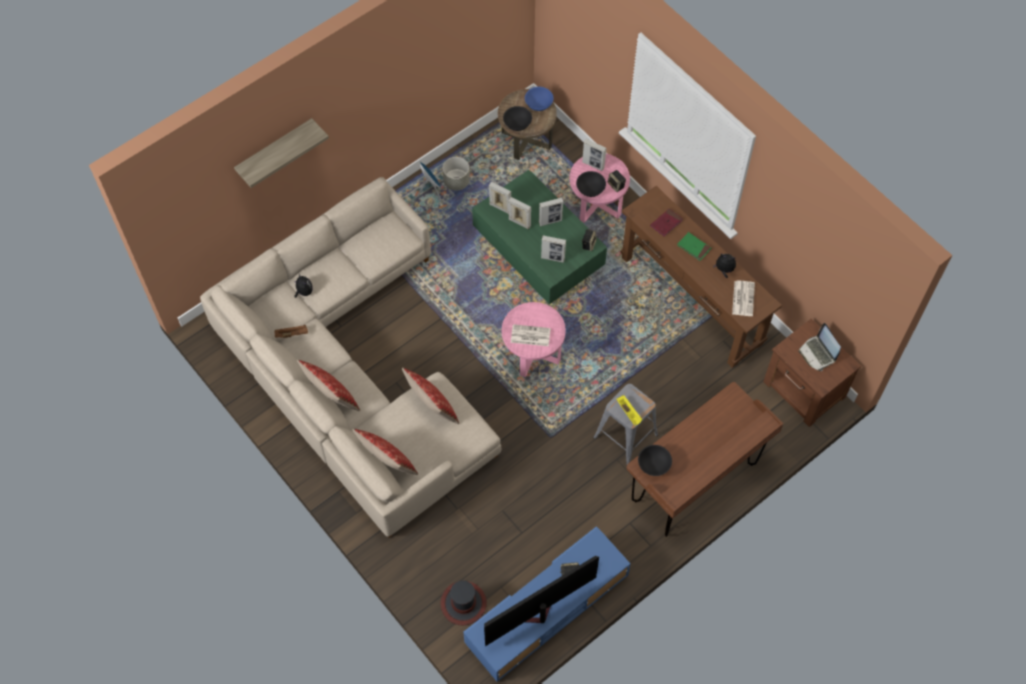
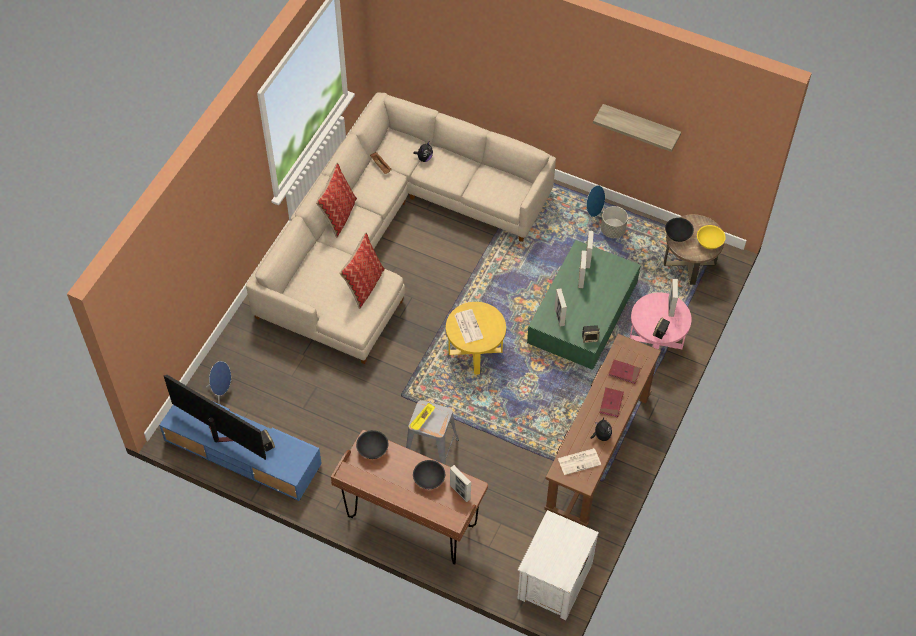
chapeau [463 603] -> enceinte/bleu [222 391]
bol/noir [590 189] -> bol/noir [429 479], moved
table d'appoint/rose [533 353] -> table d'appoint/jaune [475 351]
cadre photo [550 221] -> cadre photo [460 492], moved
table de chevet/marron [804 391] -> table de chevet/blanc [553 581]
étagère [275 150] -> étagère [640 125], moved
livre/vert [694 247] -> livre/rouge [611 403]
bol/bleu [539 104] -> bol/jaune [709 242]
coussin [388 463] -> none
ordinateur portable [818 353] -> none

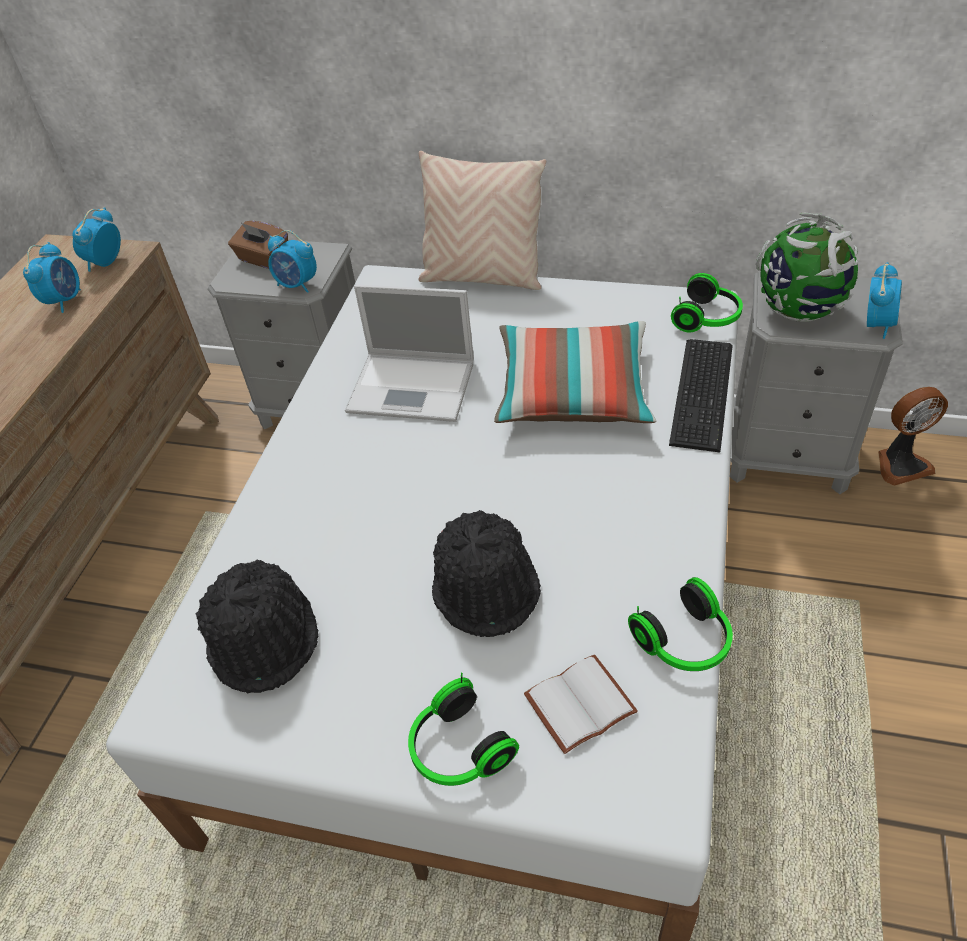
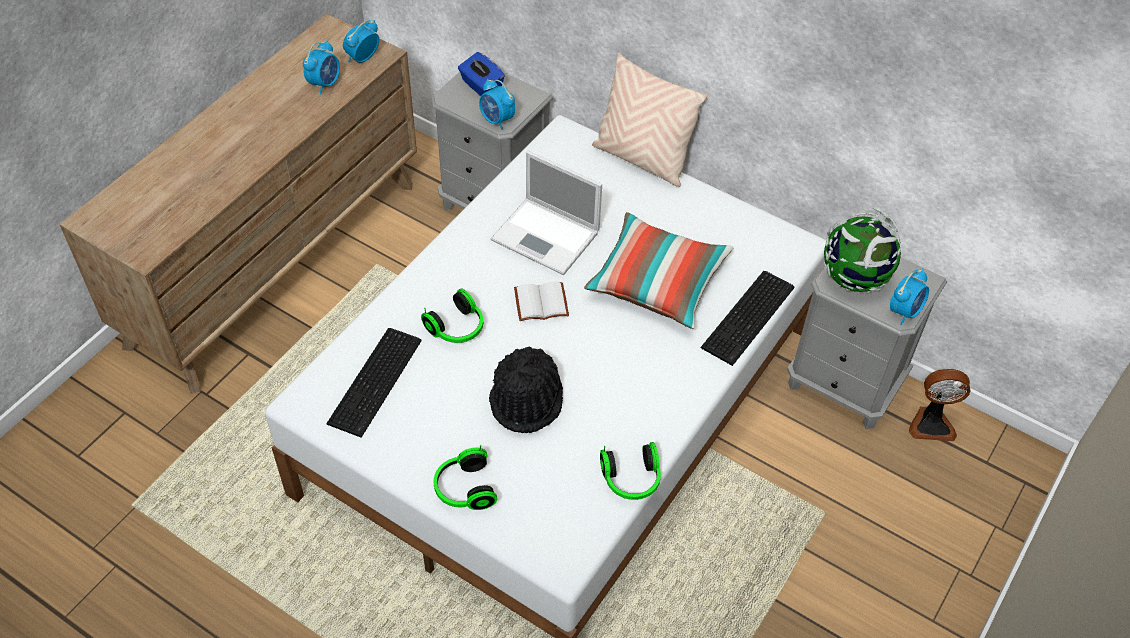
chapeau/noir [265 638] -> clavier [378 381]
casque audio [708 318] -> casque audio [457 328], moved
boîte à mouchoirs/marron [263 259] -> boîte à mouchoirs/bleu [481 86]
livre/blanc [579 701] -> livre/blanc [542 301], moved

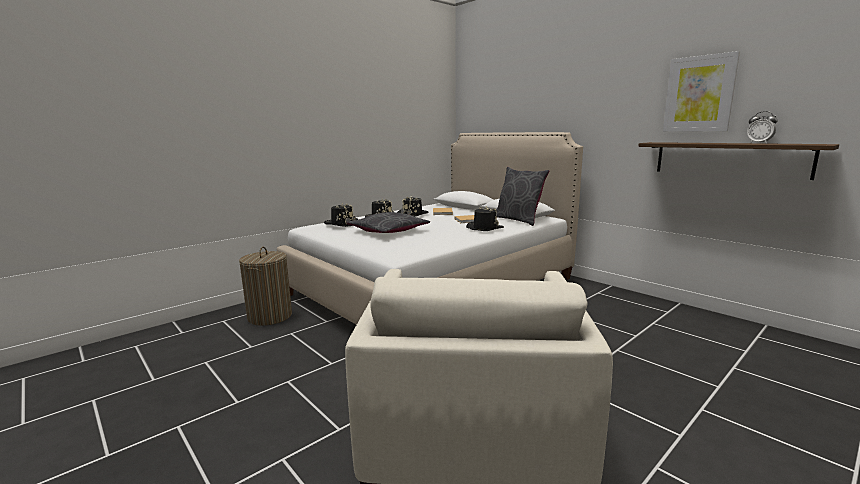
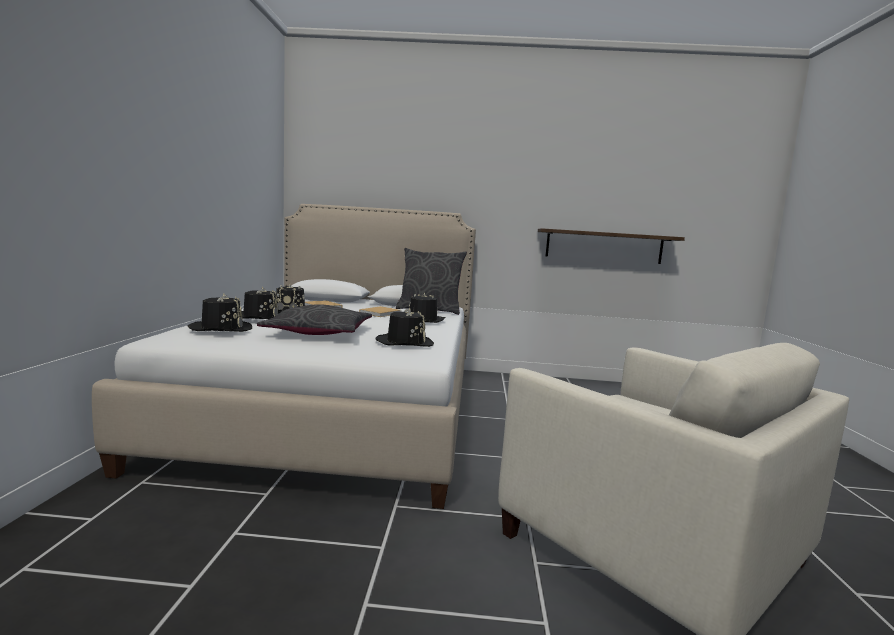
none -> chapeau/noir [405 342]
panier à linge [270 316] -> none
tableau [699 94] -> none
réveil [759 143] -> none

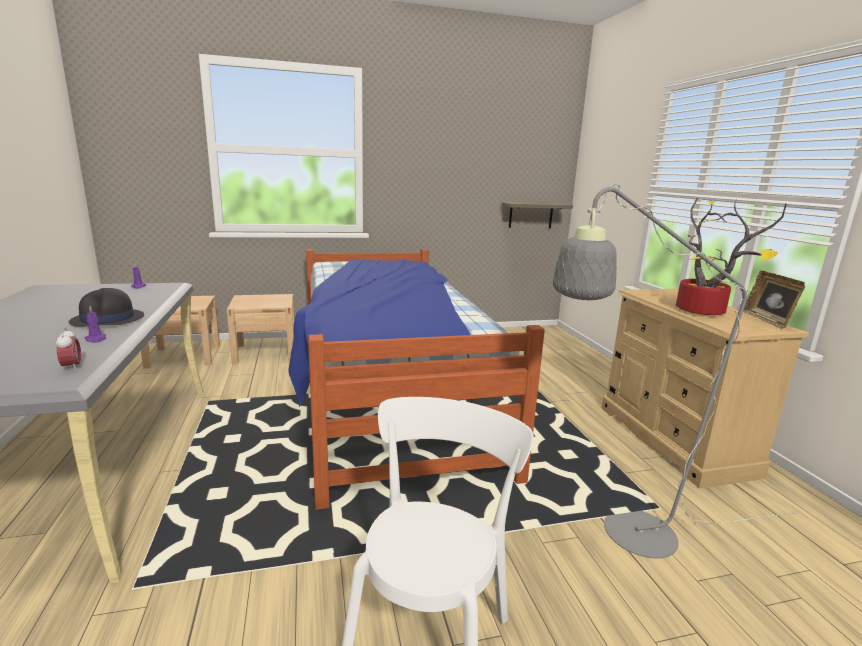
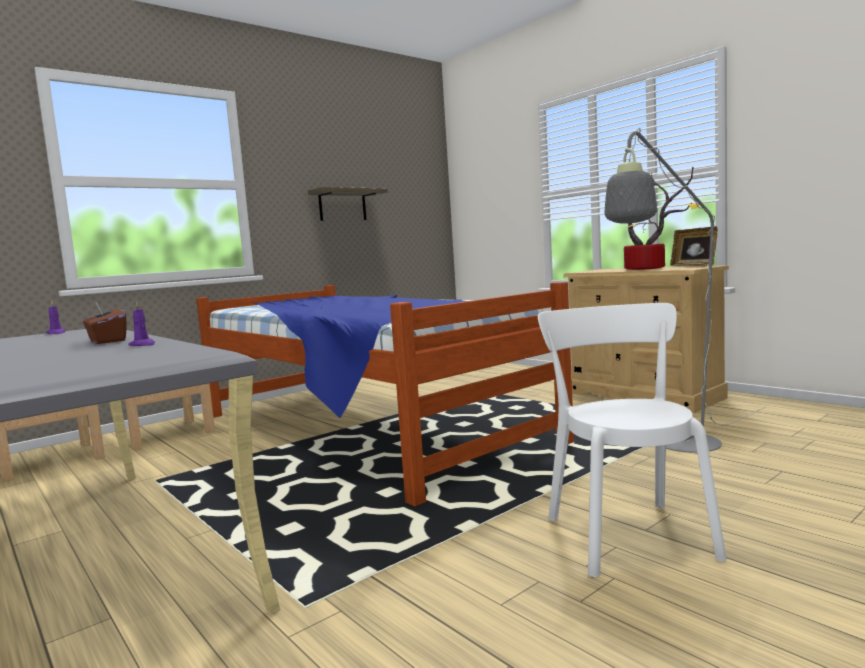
chapeau/noir [108 319] -> boîte à mouchoirs/marron [106 341]
étagère [530 215] -> étagère [342 205], moved
réveil [72 367] -> none

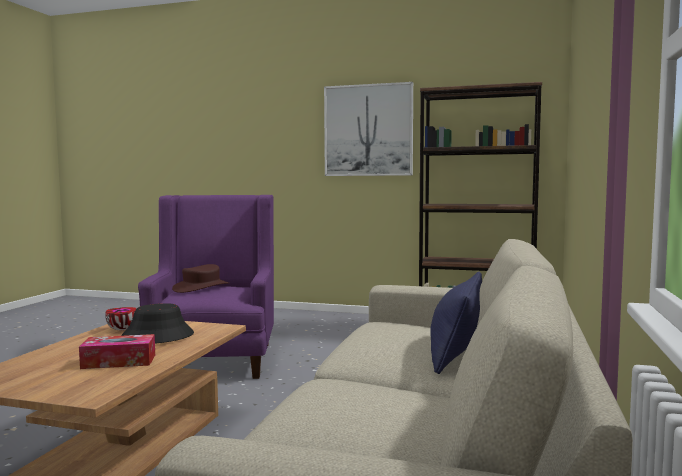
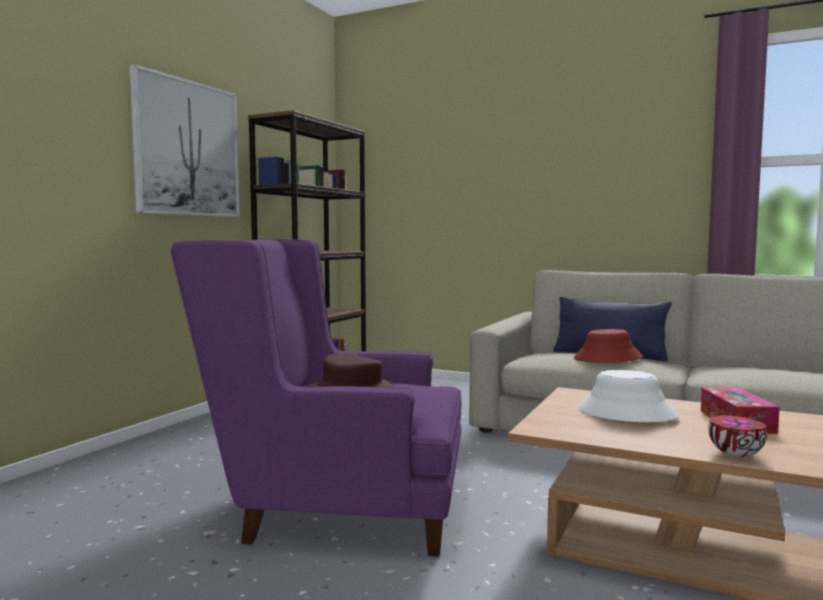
none -> chapeau/rouge [608 358]
chapeau/noir [157 337] -> chapeau/blanc [626 413]
bol [123 329] -> bol [736 454], moved

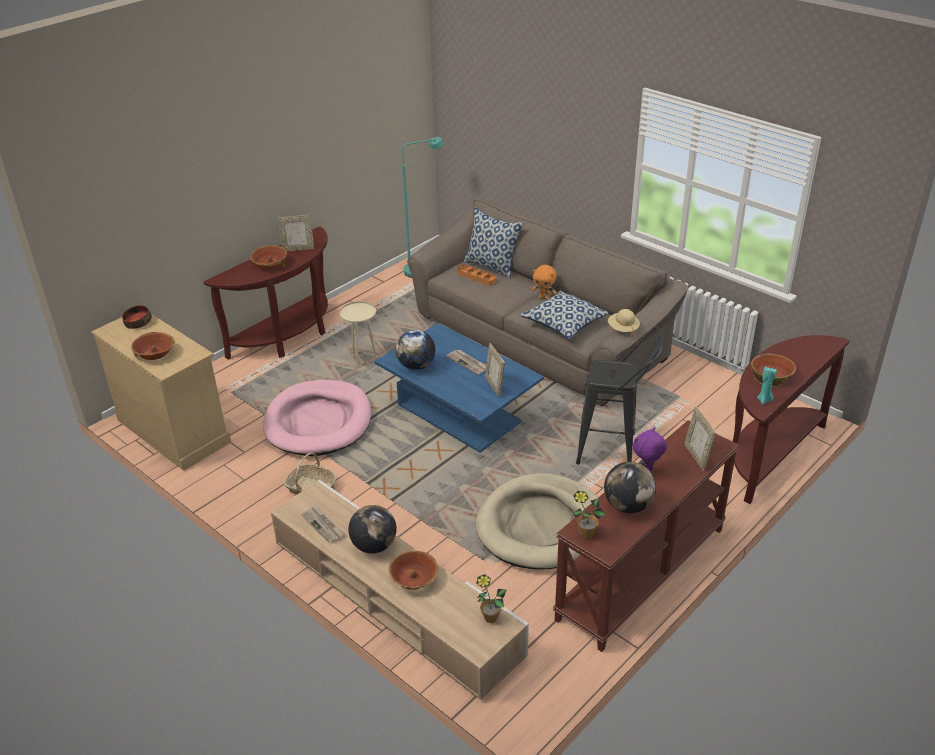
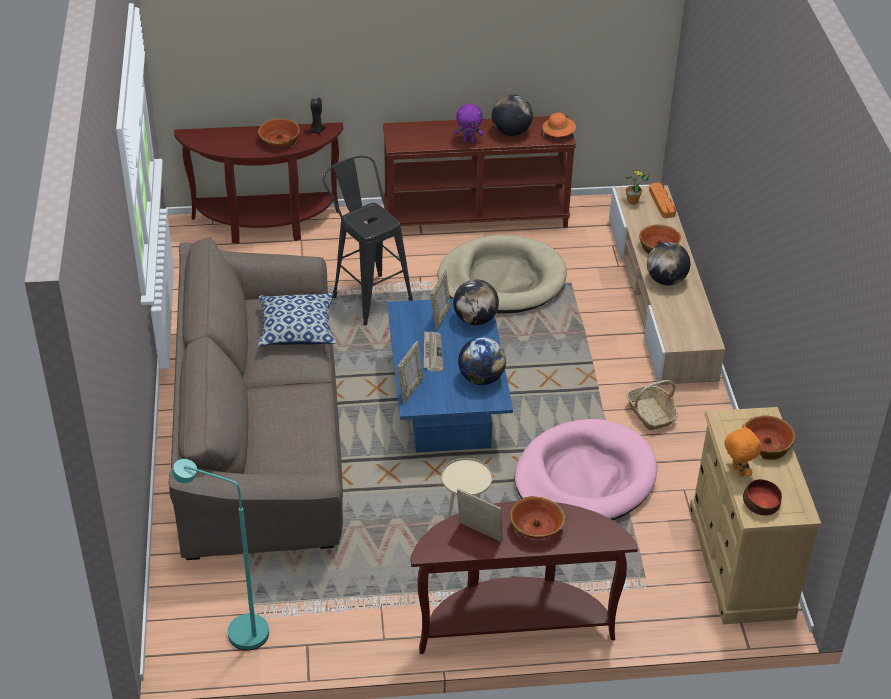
bougie/turquoise [764 400] -> bougie/noir [317 131]
cadre photo [696 457] -> cadre photo [410 390], moved
none -> globe [475 319]
plante en pot [586 534] -> chapeau/orange [558 134]
plateau/orange [476 277] -> plateau/orange [662 202], moved
peluche/orange [544 298] -> peluche/orange [737 471], moved
journal [323 525] -> none
coussin [492 266] -> none
chapeau/beige [623 329] -> none

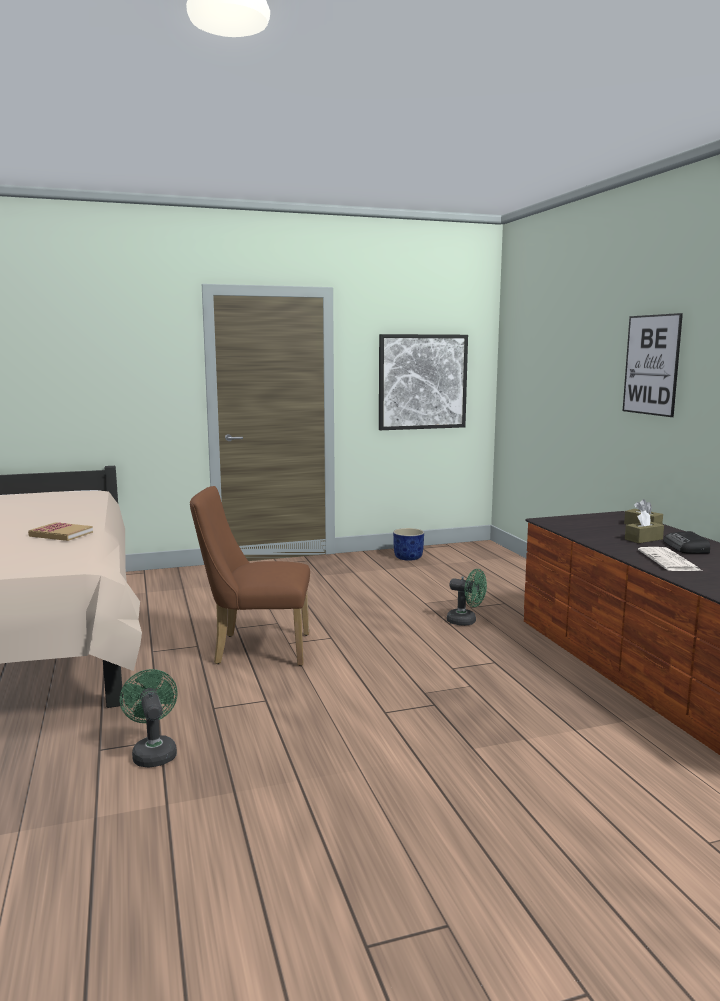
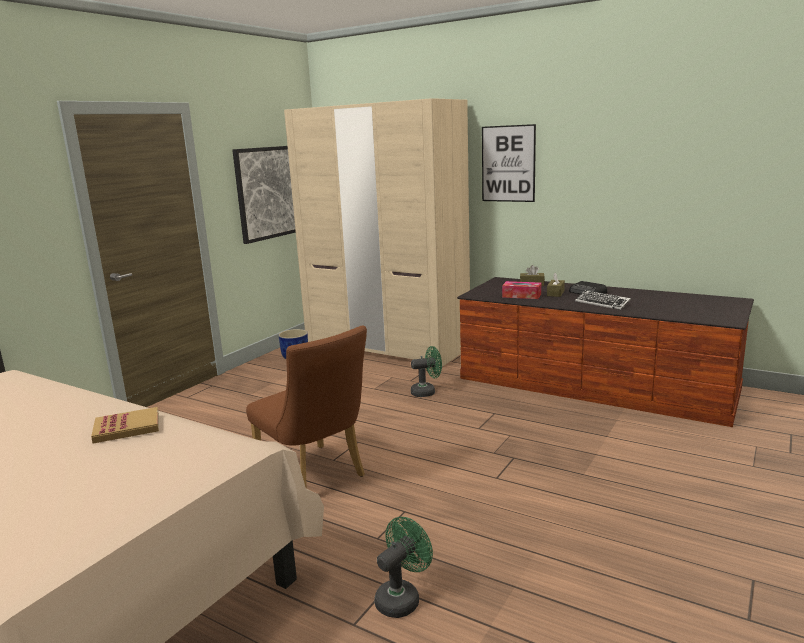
chaise/marron [255 649] -> chaise/marron [316 477], 90 degrees counterclockwise
none -> armoire/beige [386 346]
ventilateur/vert [153 752] -> ventilateur/vert [402 598], 105 degrees clockwise
none -> boîte à mouchoirs [521 295]
journal [669 561] -> clavier [602 303]

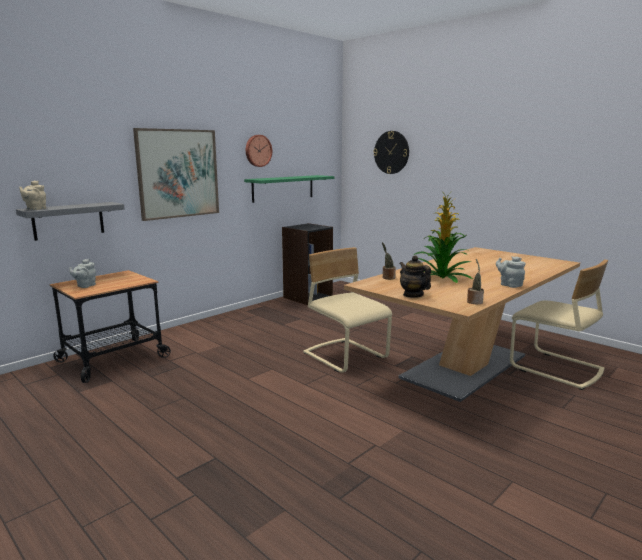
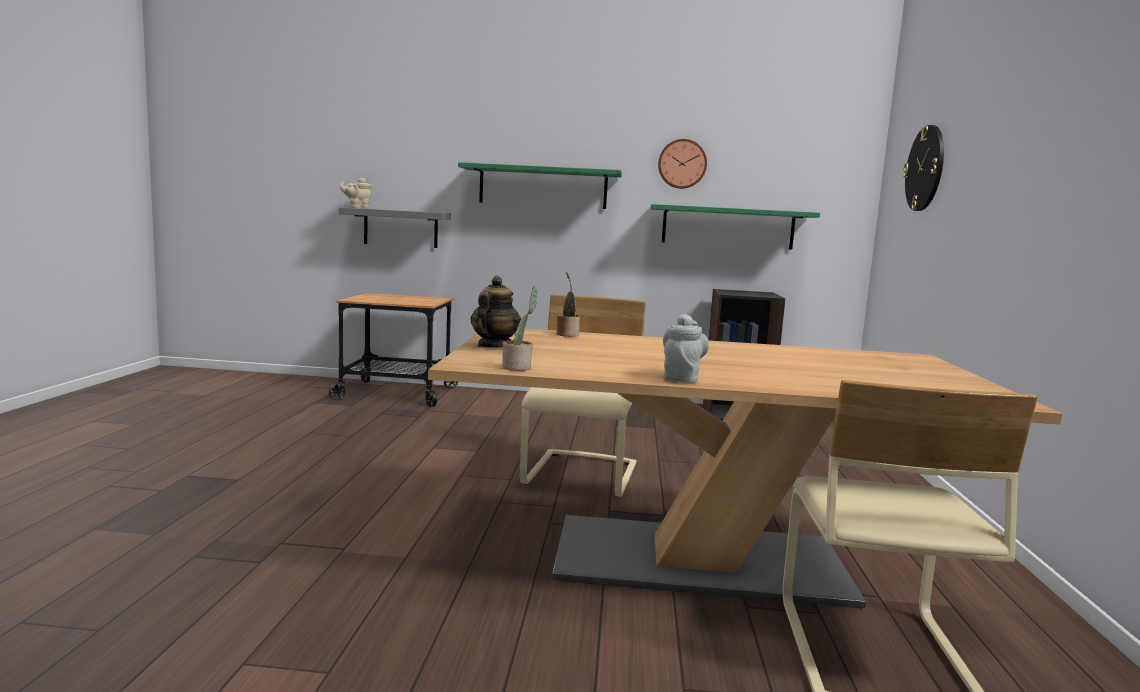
tableau [178 173] -> étagère/vert [543 187]
théière/gris [85 286] -> none
plante en pot [441 278] -> none

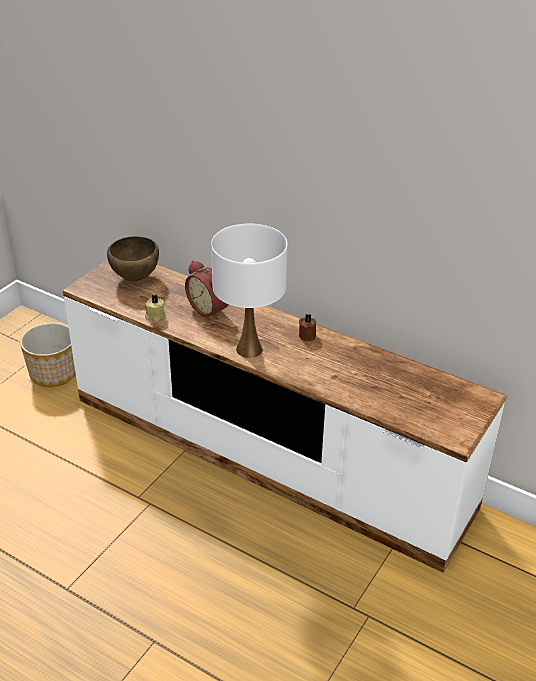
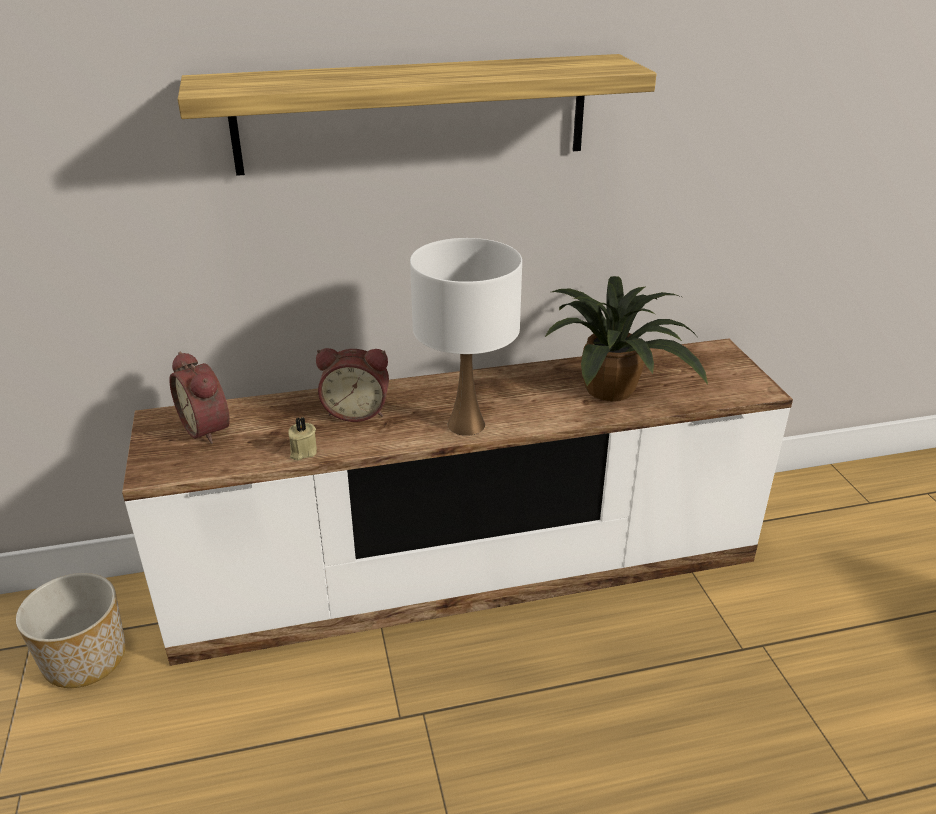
bol/marron [135 278] -> réveil [209 428]
none -> étagère [413 114]
none -> plante en pot [614 390]
bougie/marron [308 335] -> none

